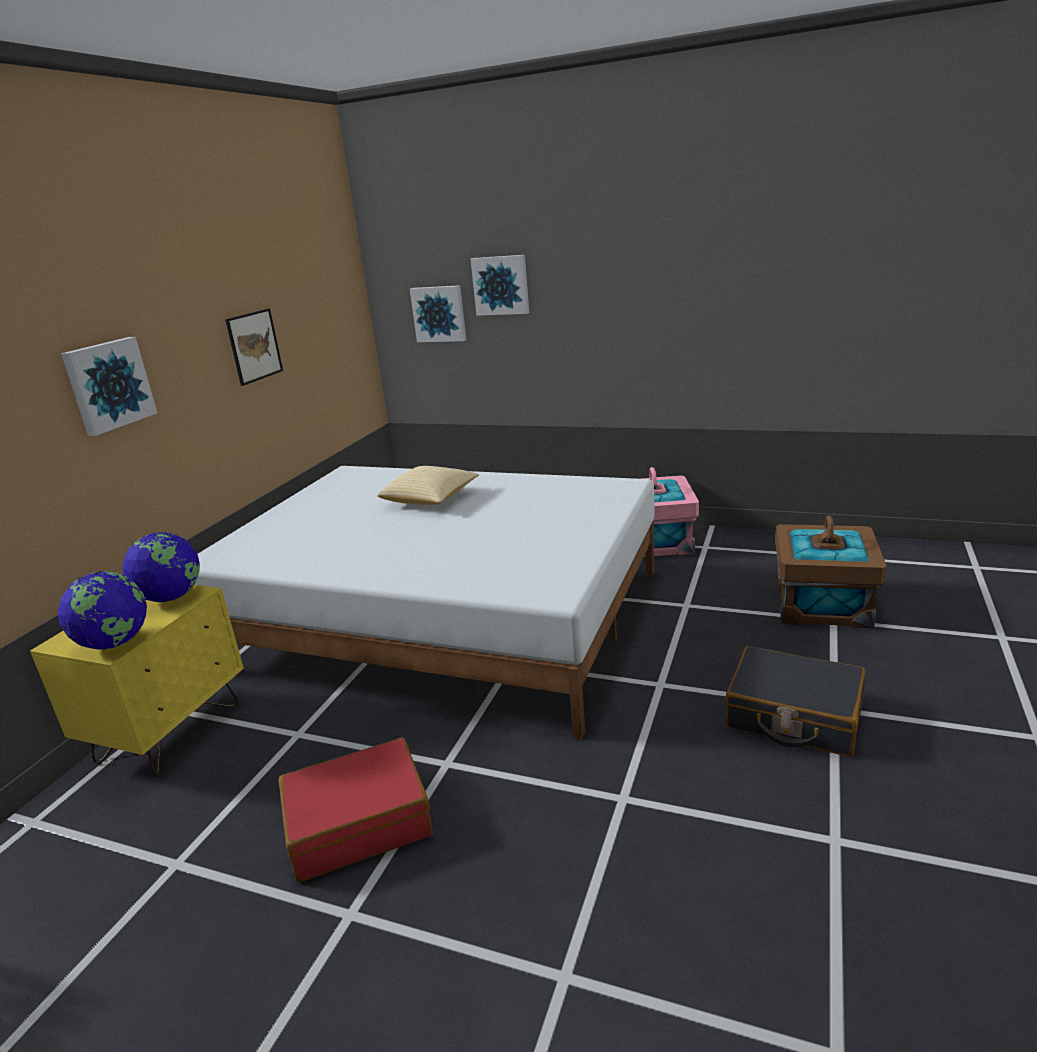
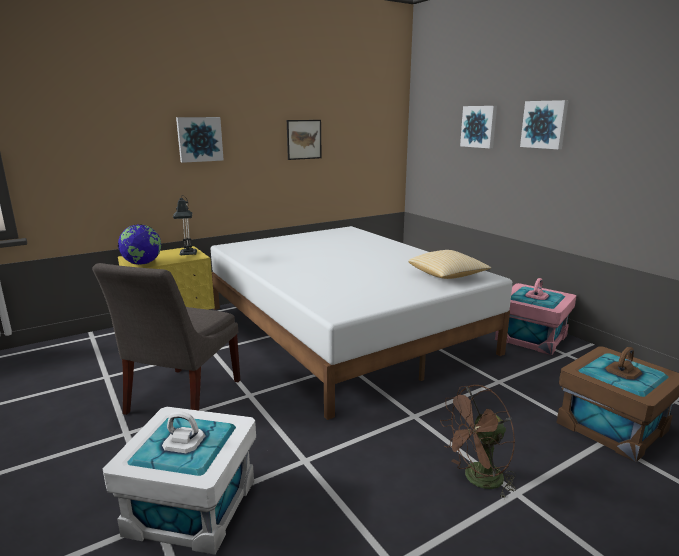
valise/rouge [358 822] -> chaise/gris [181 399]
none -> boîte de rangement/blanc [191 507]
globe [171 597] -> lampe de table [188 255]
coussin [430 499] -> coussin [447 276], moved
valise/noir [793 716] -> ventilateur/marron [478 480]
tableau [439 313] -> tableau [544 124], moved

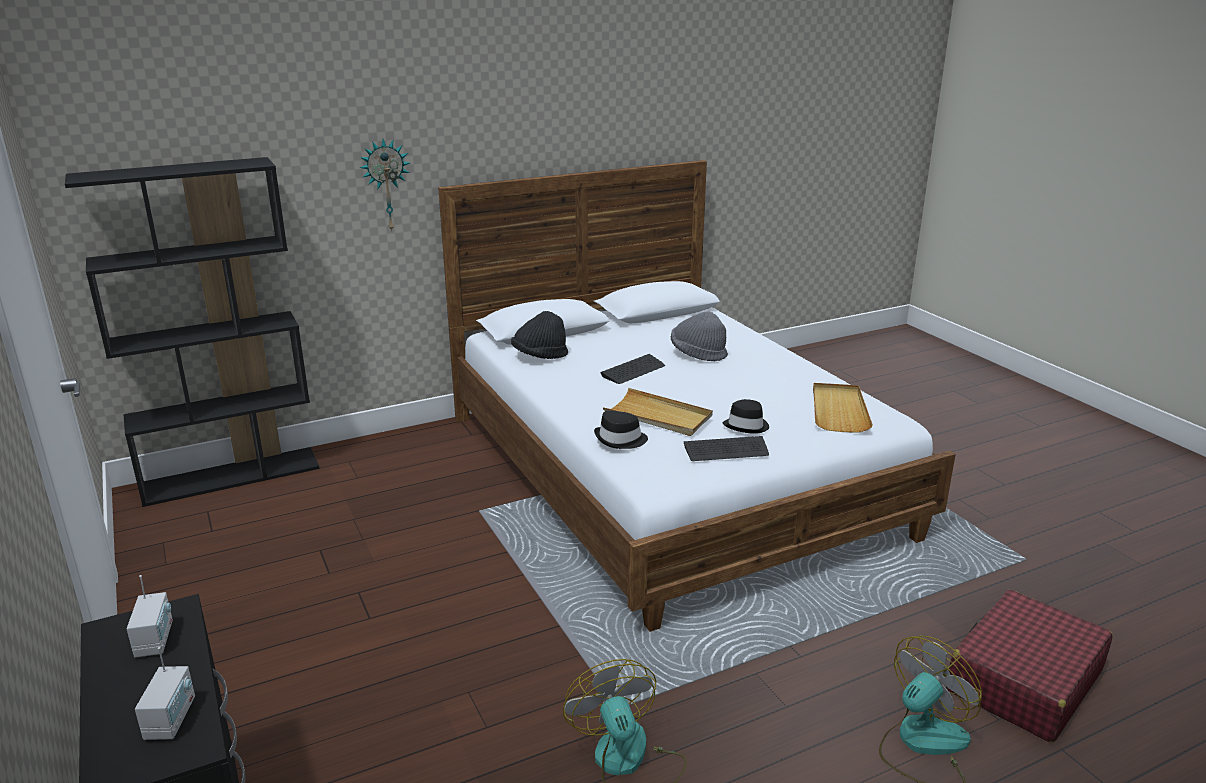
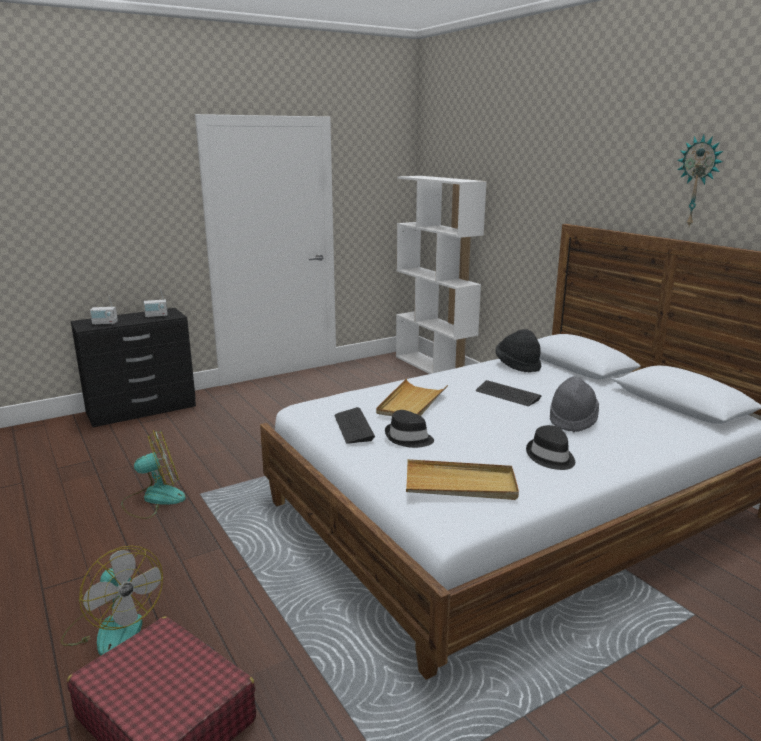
bibliothèque/noir [232 476] -> bibliothèque/blanc [434 368]
chapeau/noir [620 439] -> chapeau/noir [550 457], moved
horloge murale [386 185] -> horloge murale [698 181], moved

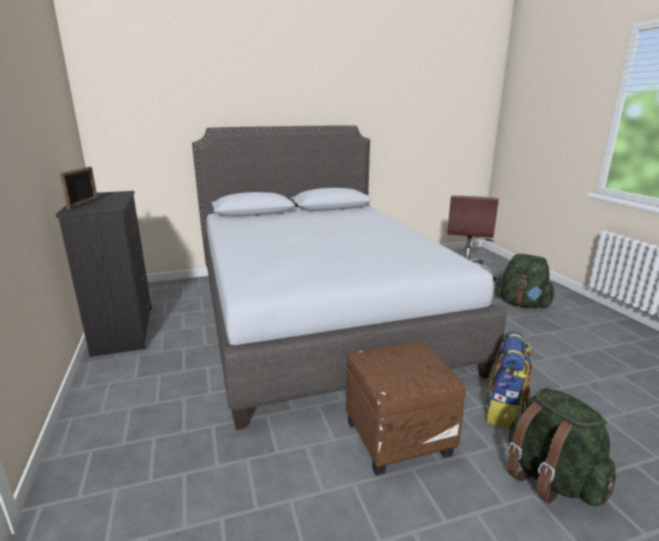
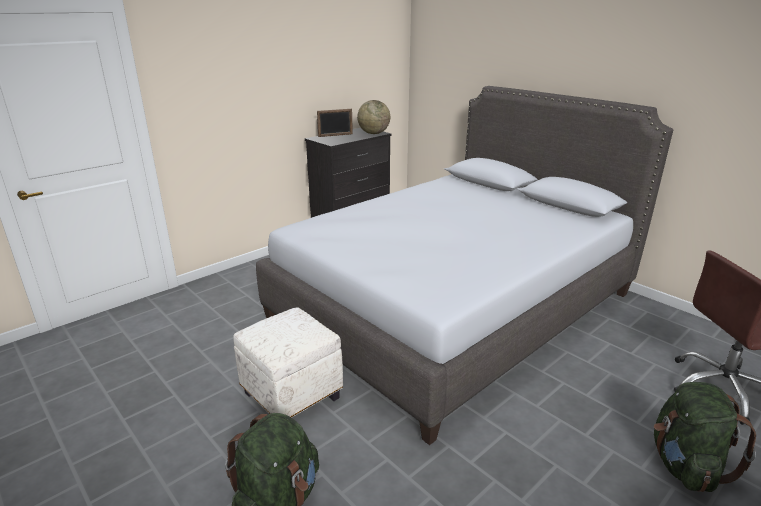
pouf/marron [398 437] -> pouf/blanc [293 396]
none -> globe [373 133]
sac à dos [504 412] -> none

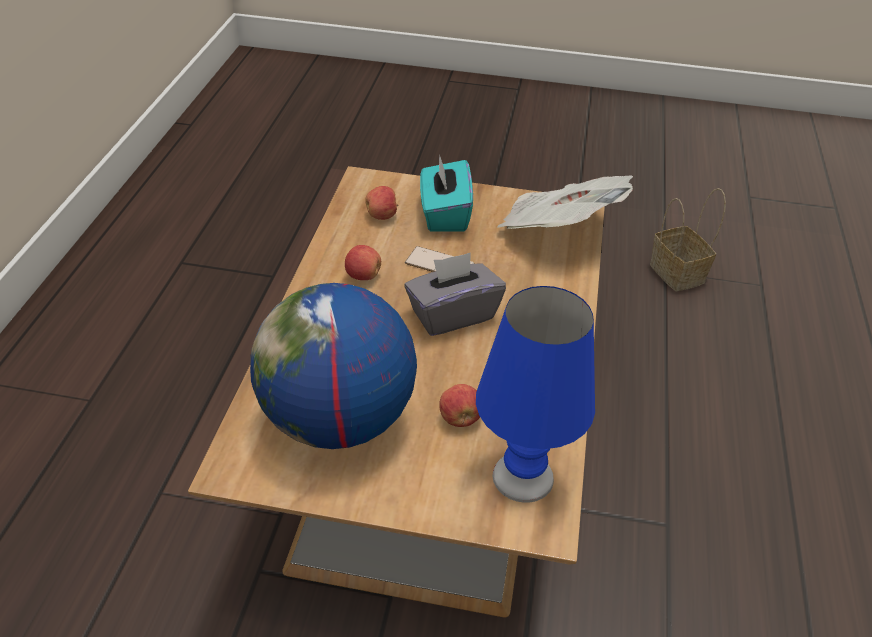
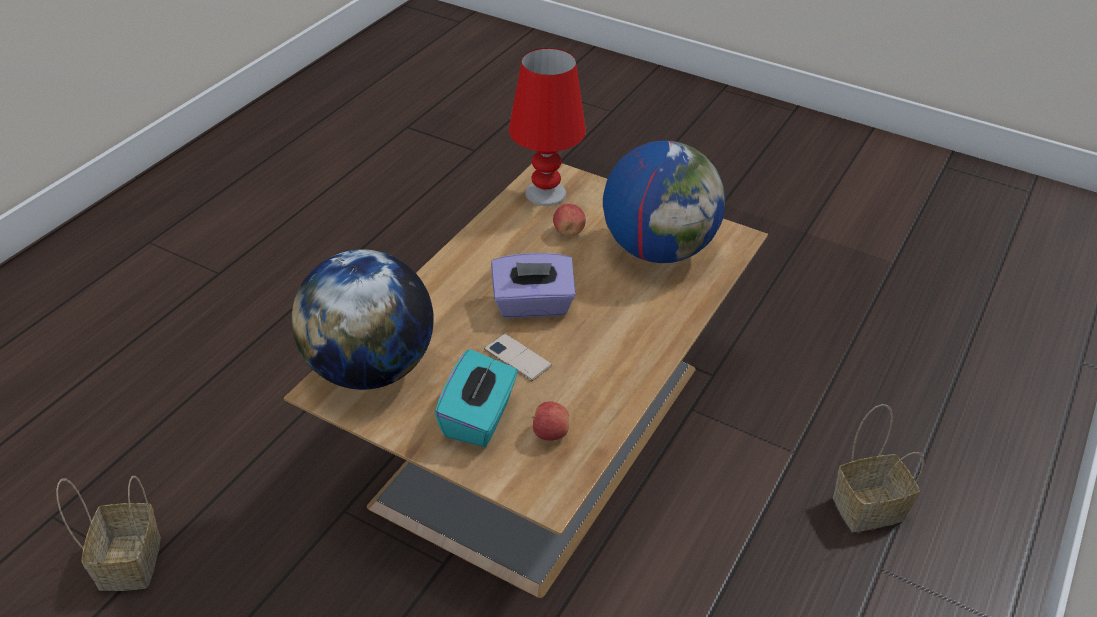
journal [558 230] -> globe [370 369]
boîte à mouchoirs/gris [452 315] -> boîte à mouchoirs/violet [533 305]
lampe de table/bleu [523 478] -> lampe de table/rouge [546 193]
none -> panier [869 506]
pomme [363 276] -> none

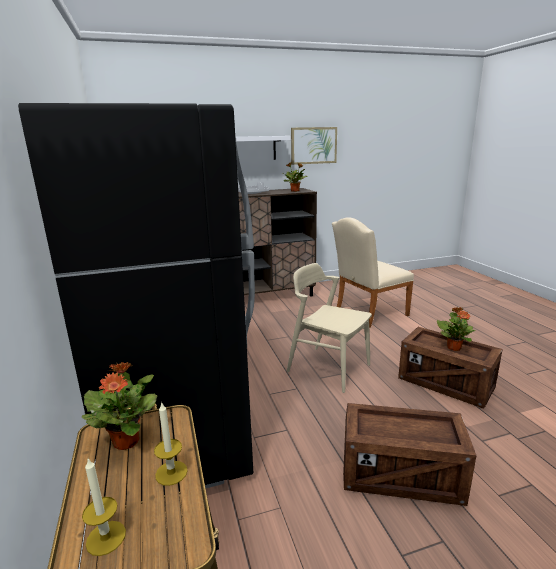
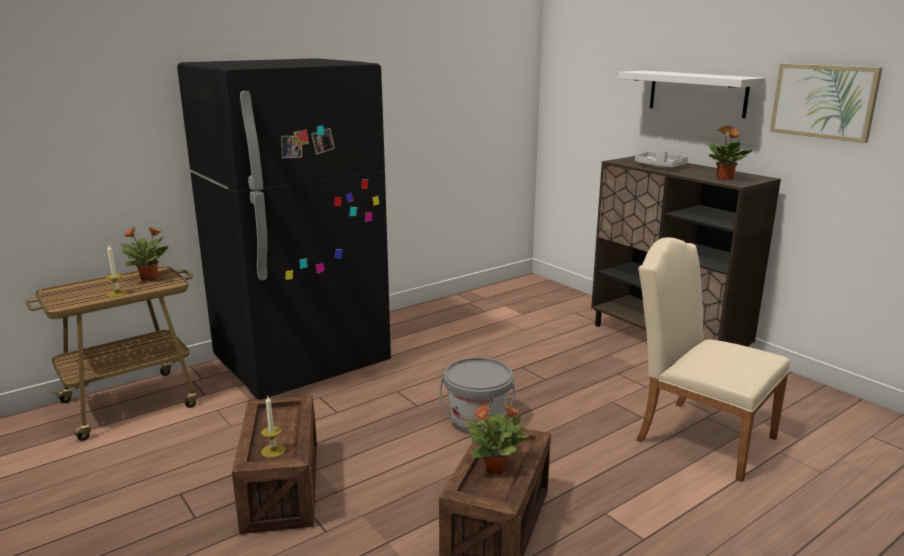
bougie [106 538] -> bougie [273 451], moved
chaise/beige [328 368] -> seau/gris [477 420]

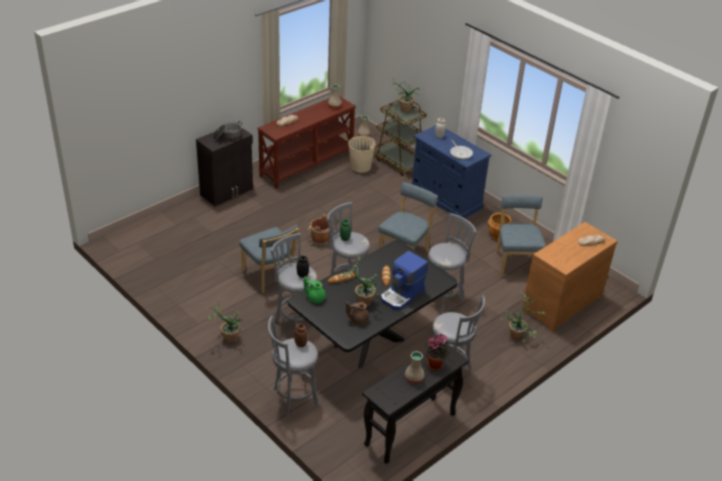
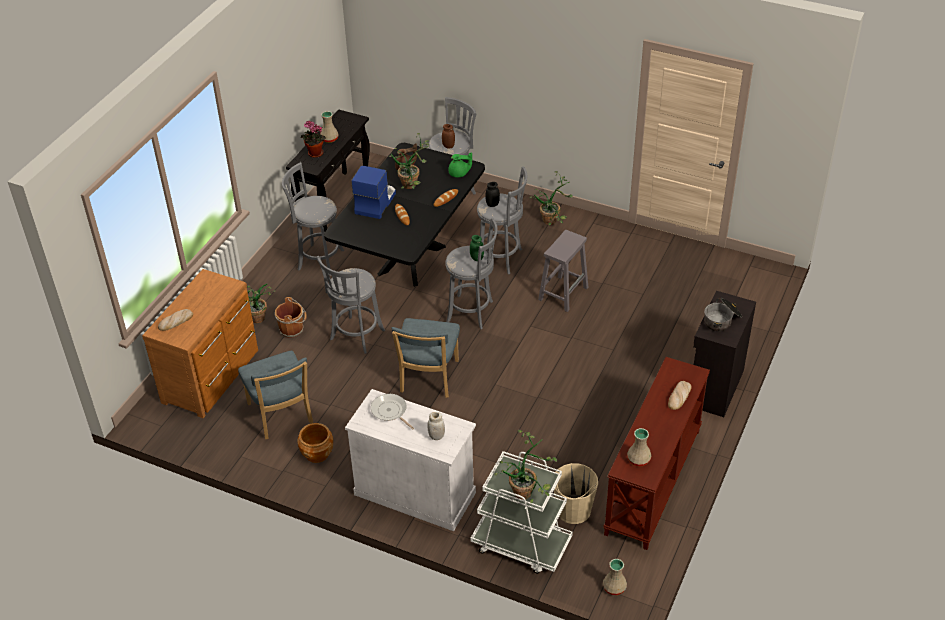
seau/marron [319 240] -> seau/marron [292 329], moved
meuble de rangement/bleu [445 198] -> meuble de rangement/blanc [415 493]
chariot/marron [399 162] -> chariot/blanc [520 544]
chaise/bleu [270 277] -> tabouret/gris [563 293]

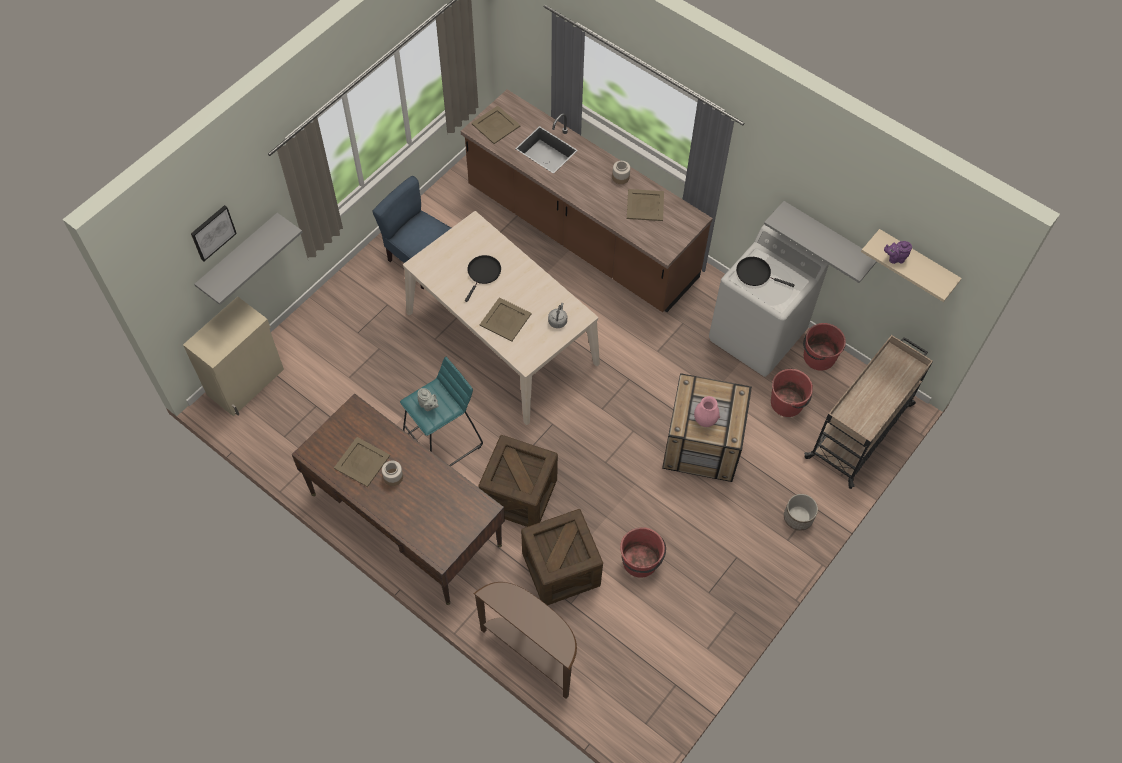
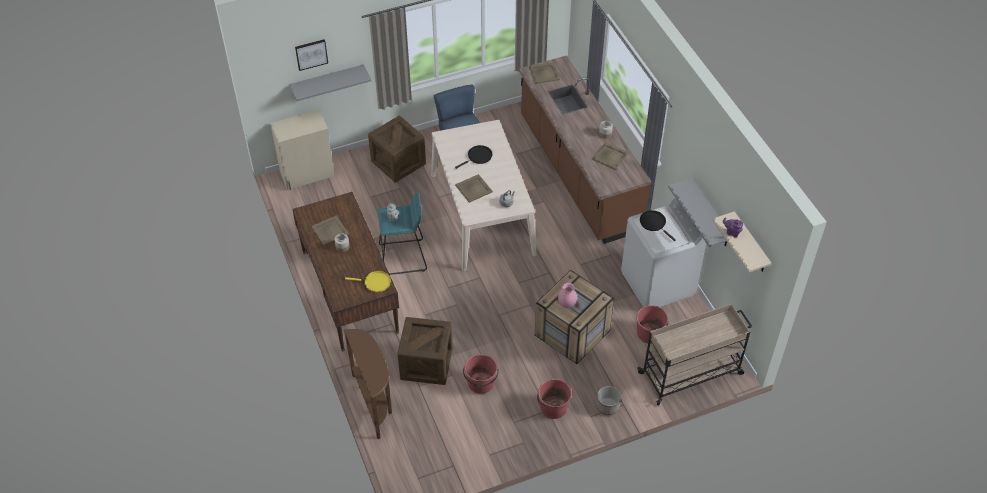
none -> poêle/jaune [375 283]
caisse [519 495] -> caisse [398 163], moved
seau/rouge [818 357] -> seau/rouge [553 407], moved

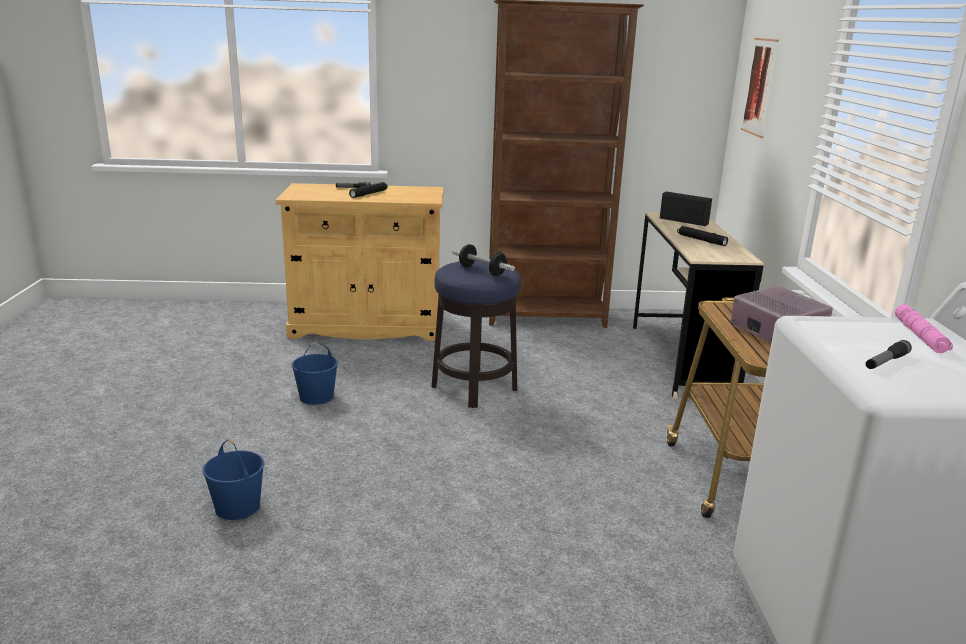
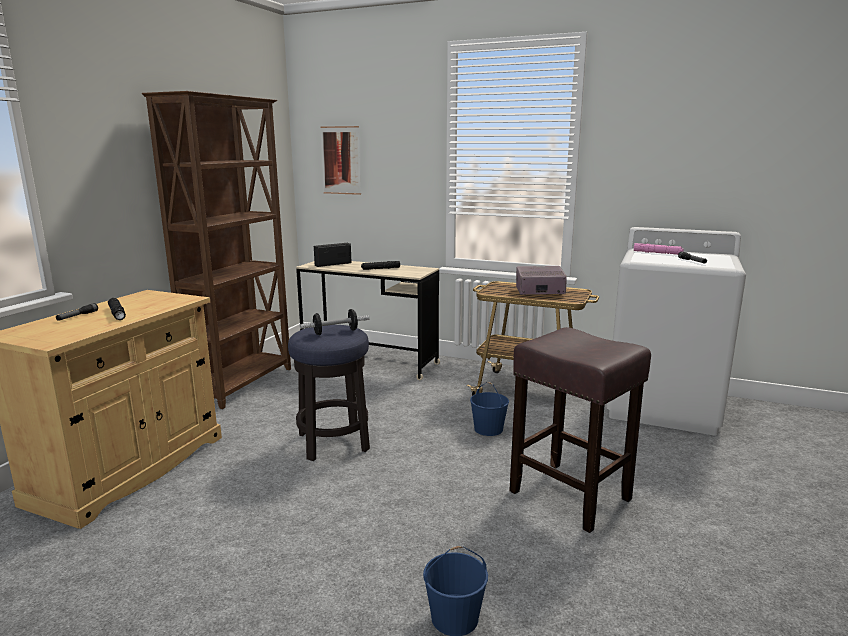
seau/bleu [316 397] -> seau/bleu [489 429], moved
none -> tabouret/marron [572 496]

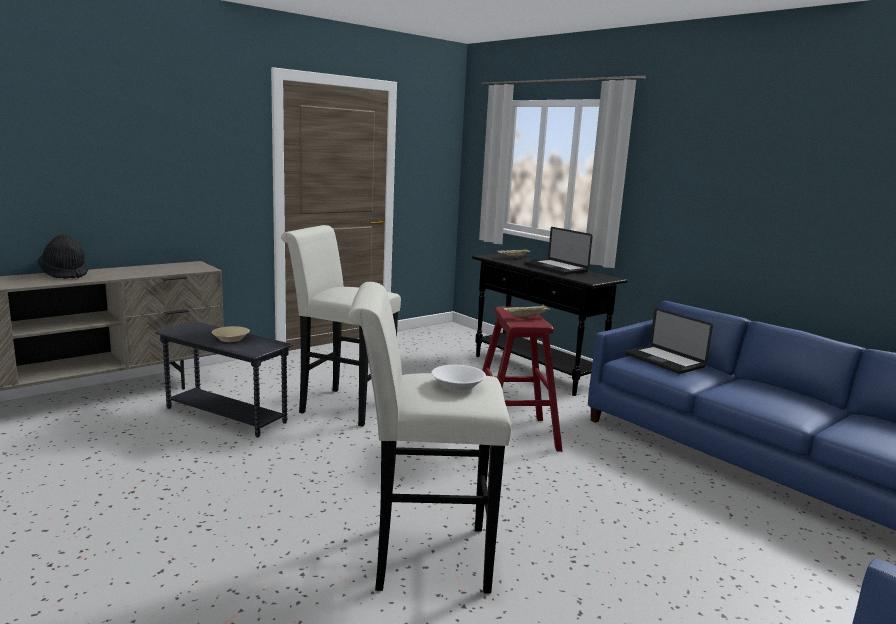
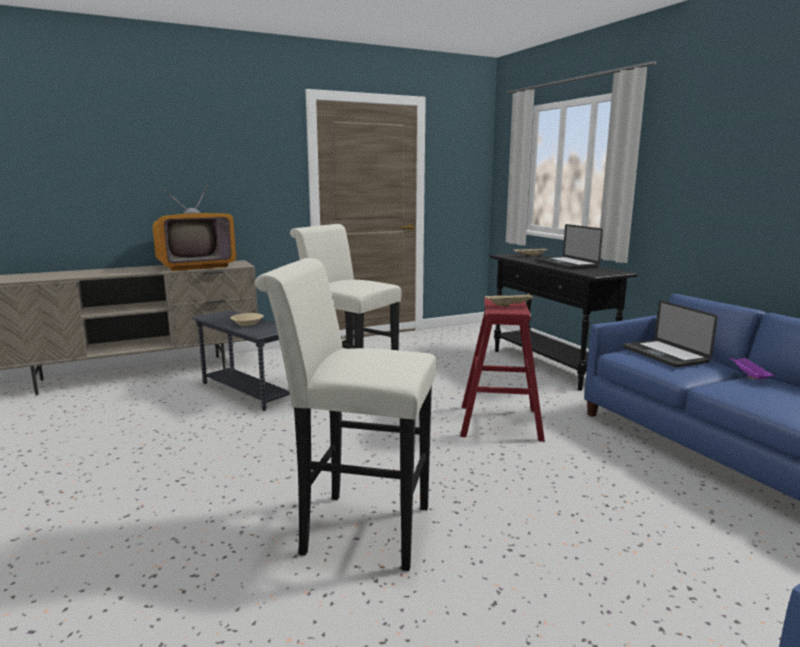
none -> téléviseur [196 266]
none -> plateau/violet [749 376]
chapeau/noir [65 274] -> none
bol/blanc [458 385] -> none

